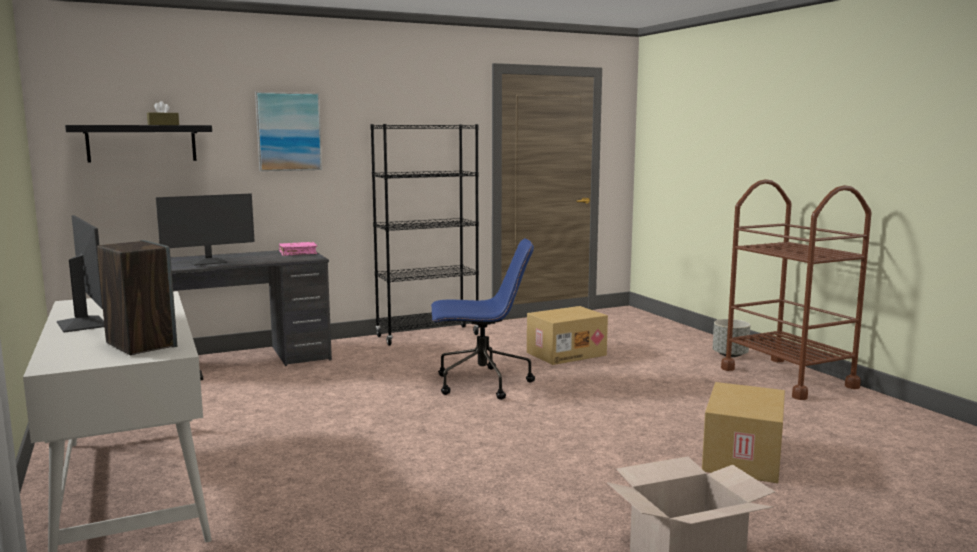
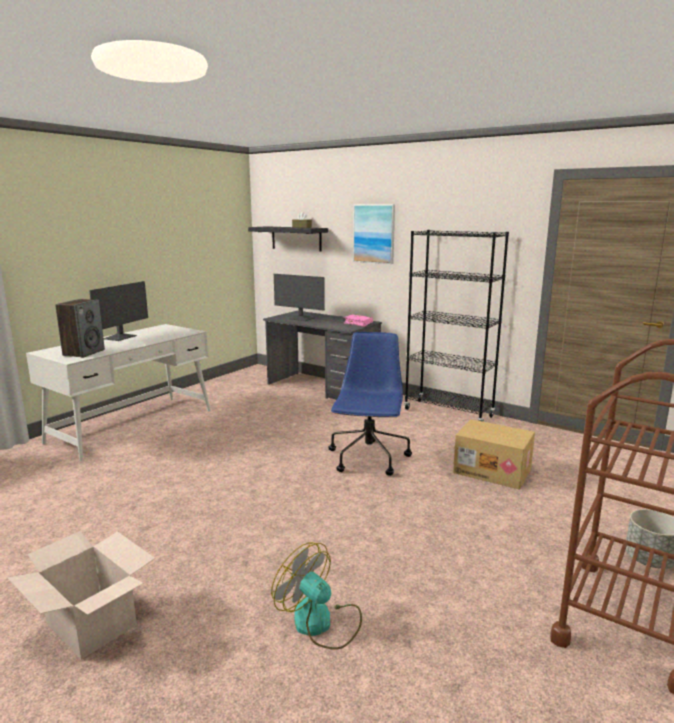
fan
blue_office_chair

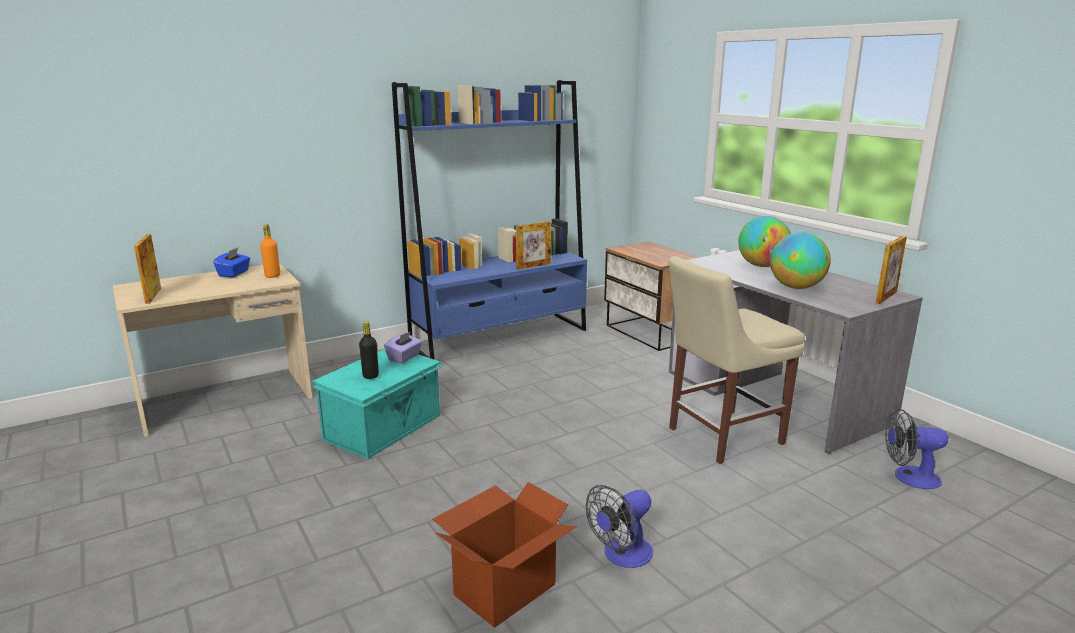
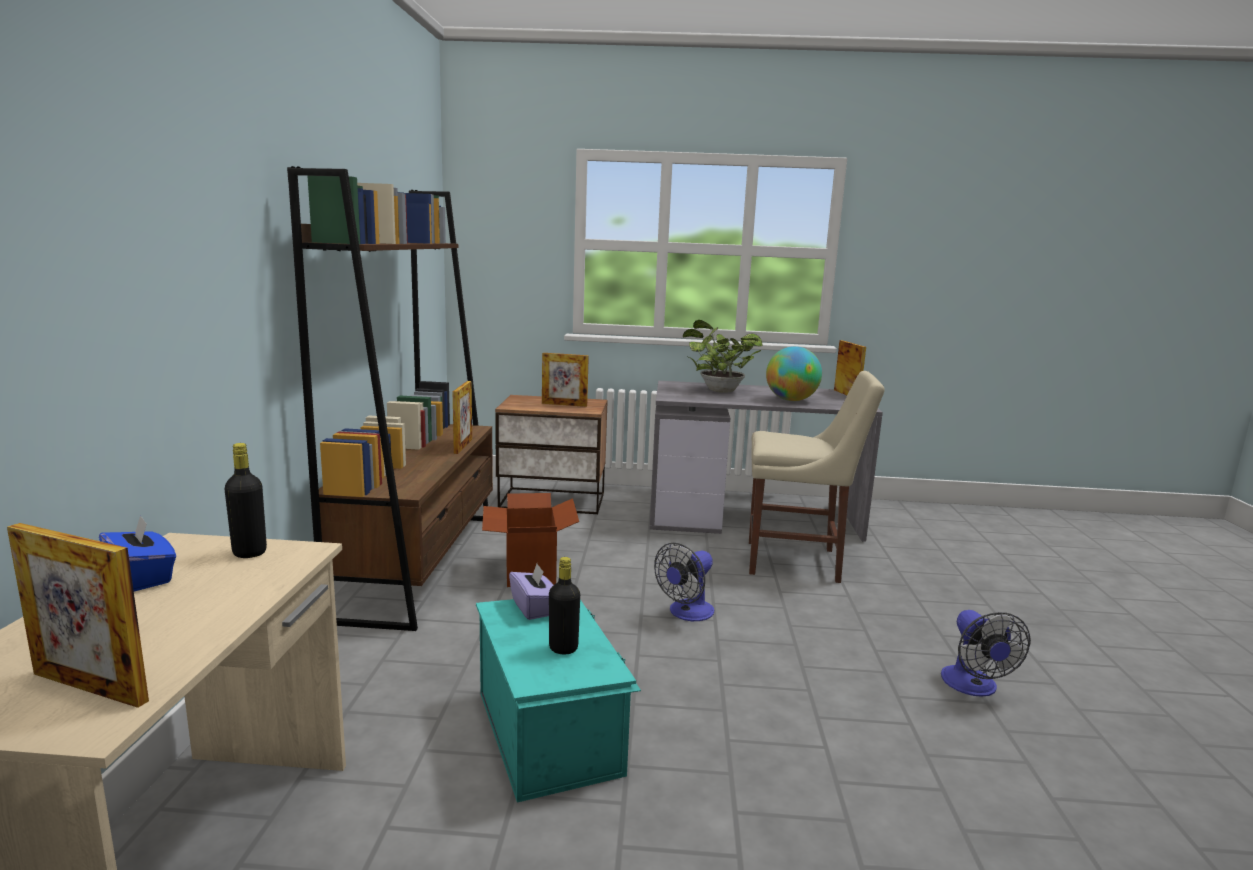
picture_frame (no. 3 from left)
cardboard_box
fan (no. 1 from left)
potted_plant
black_bottle (no. 1 from left)
brown_bookcase
beige_chair

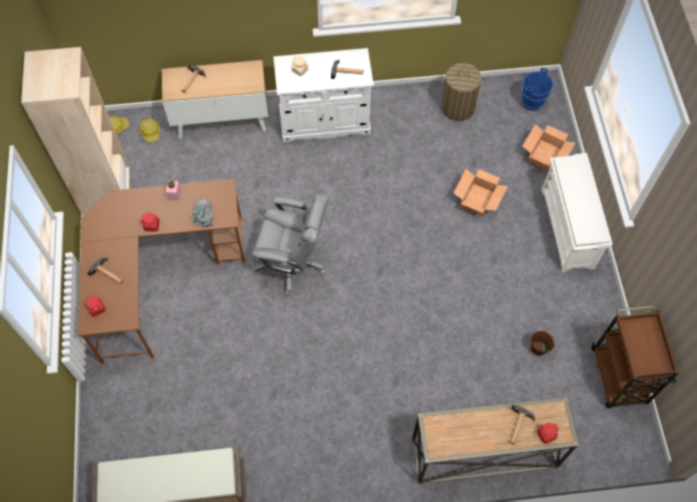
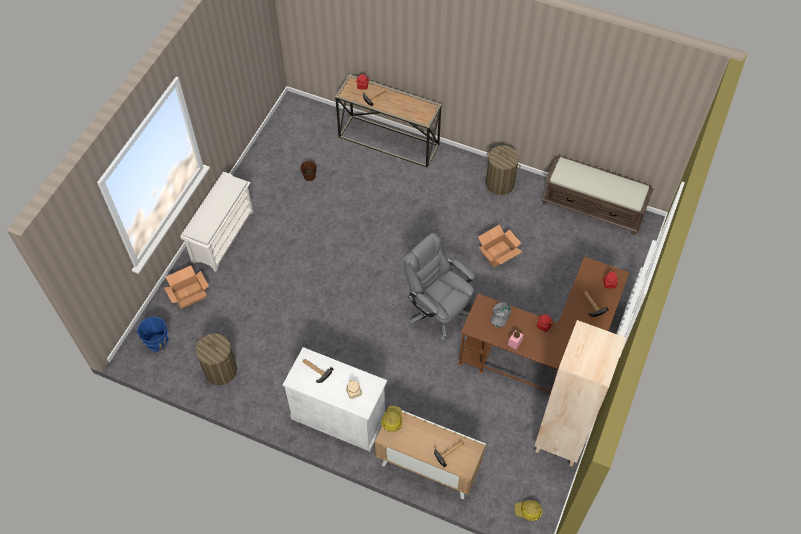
brown_cart
laundry_basket (no. 2 from left)
hard_hat (no. 1 from left)
cardboard_box (no. 2 from left)

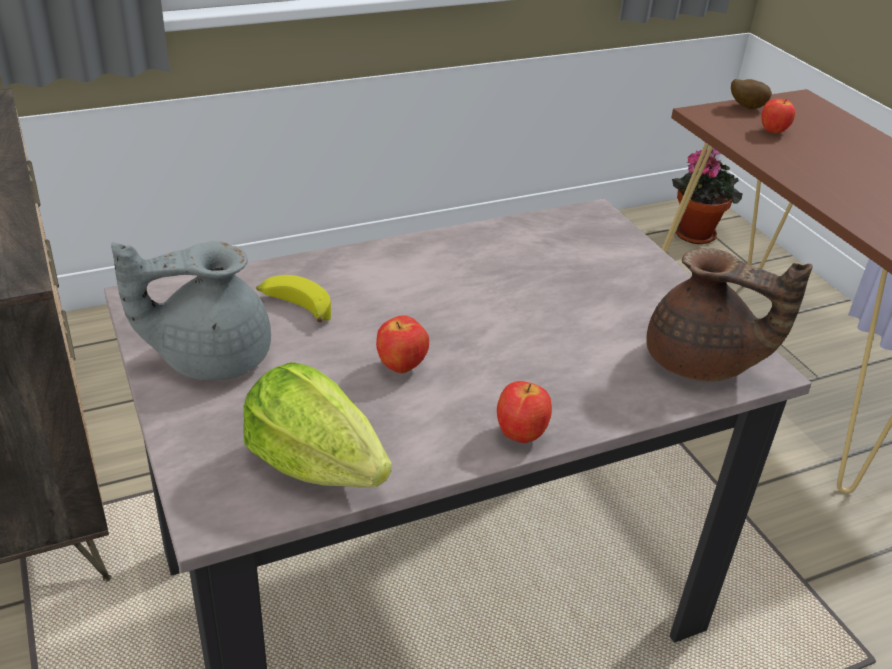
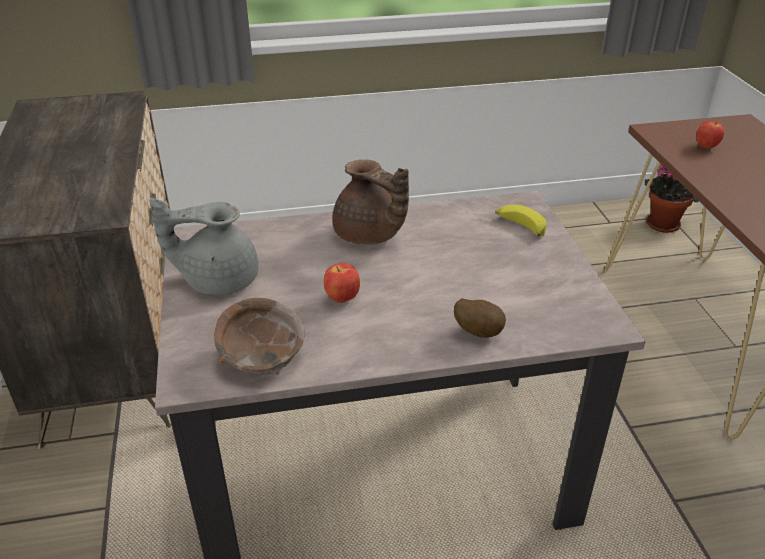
apple (no. 2 from left in the first image)
banana
brown_teapot
potato
brown_bowl

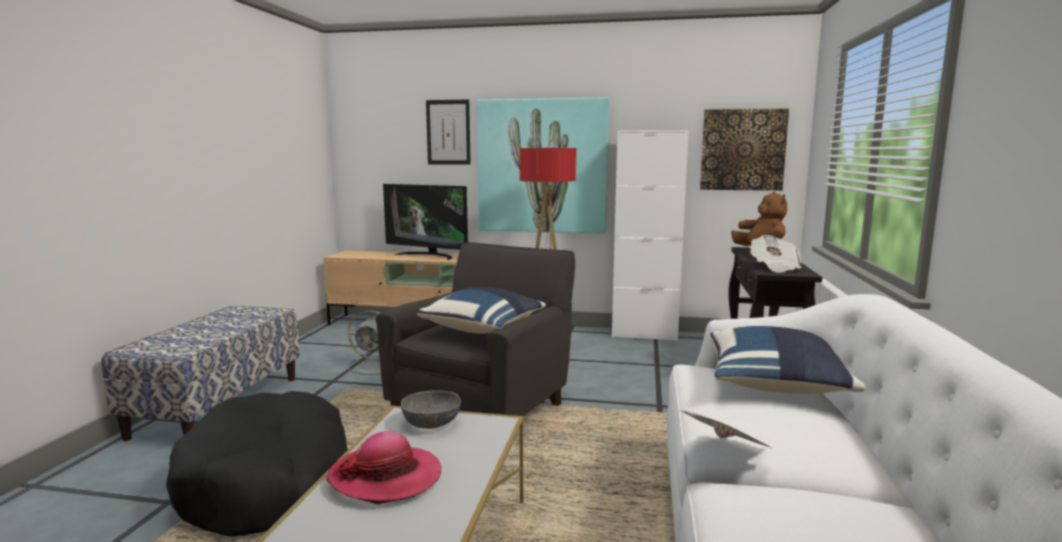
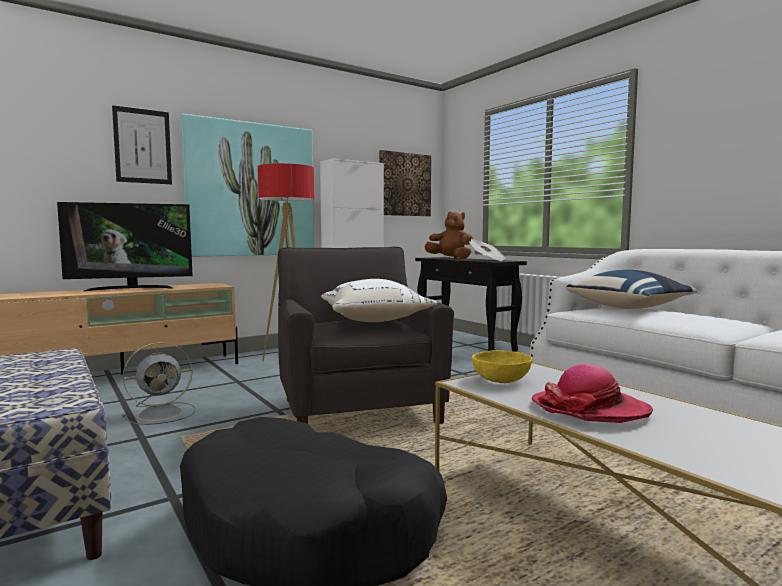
newspaper (no. 1 from left in the first image)
yellow_bowl
white_pillow

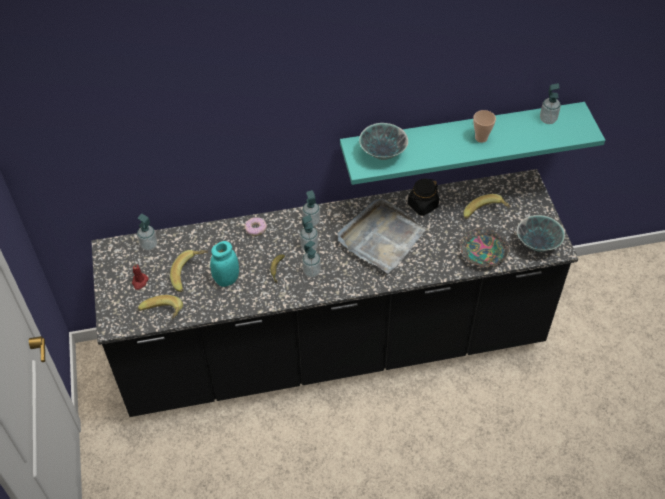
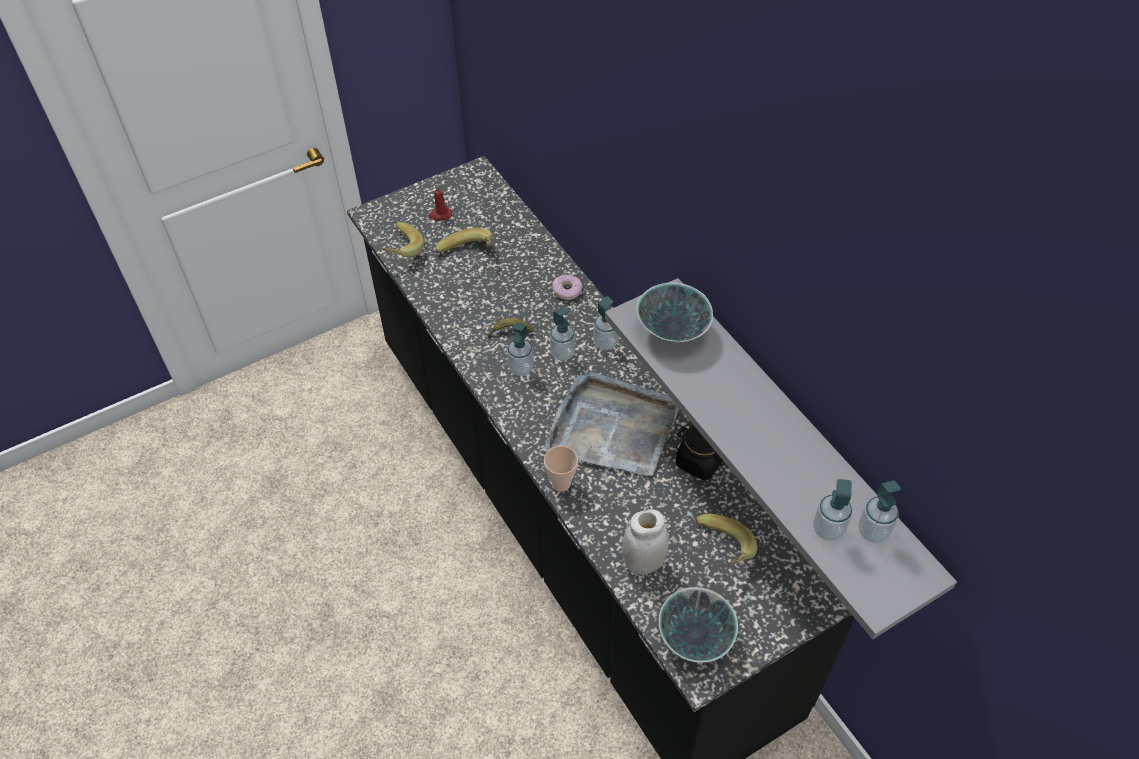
turquoise_jar
soap_dispenser (no. 4 from left)
cup
white_jar
grey_shelf

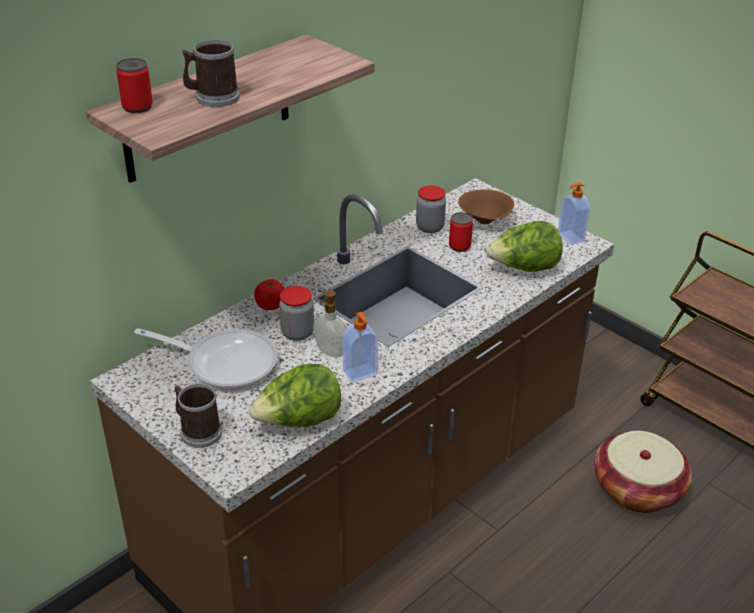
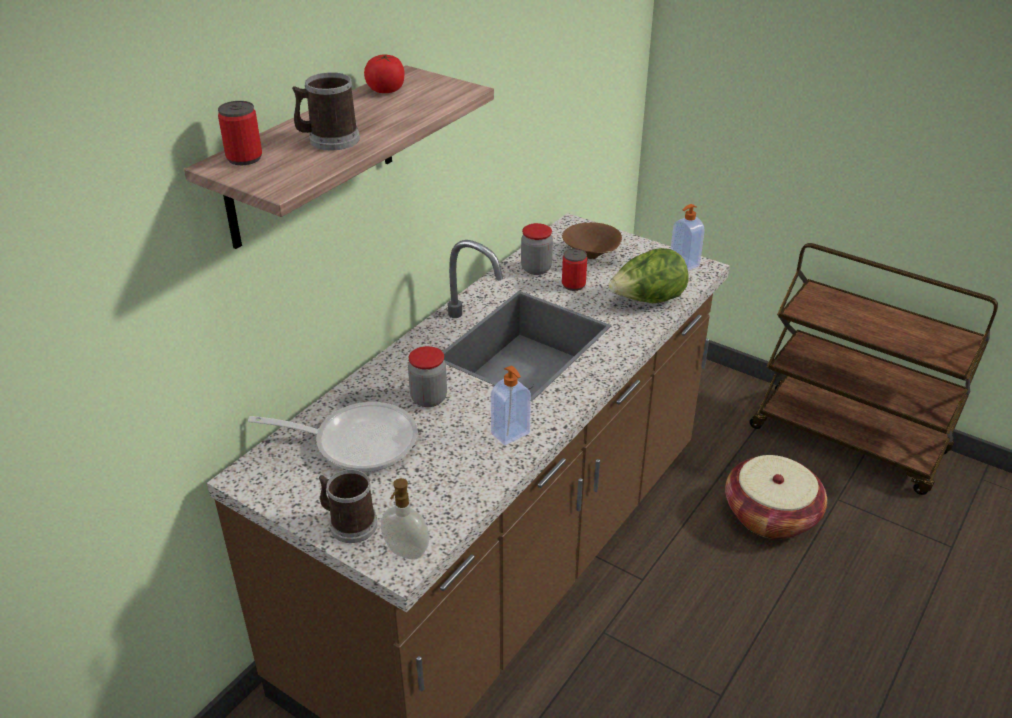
lettuce (no. 1 from left in the first image)
tomato
soap_dispenser (no. 1 from left)

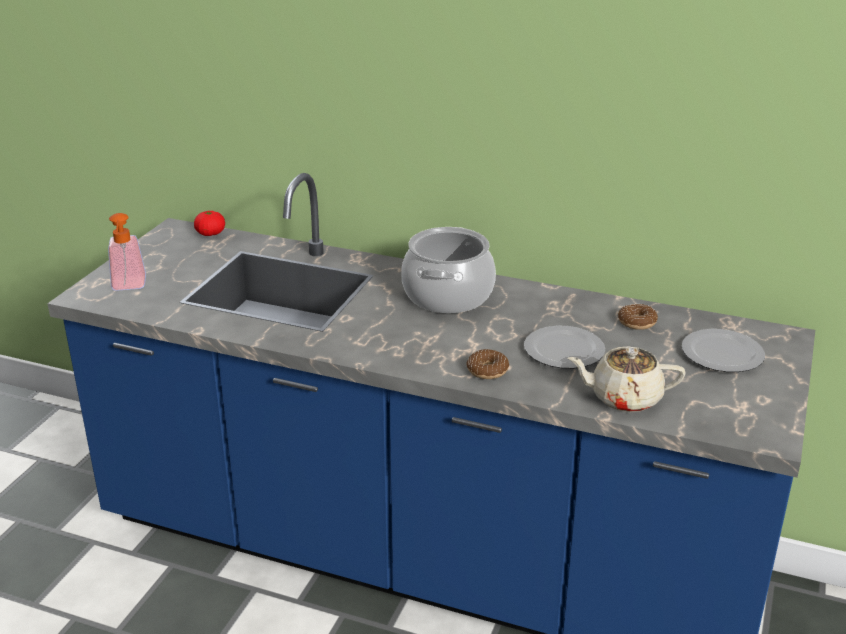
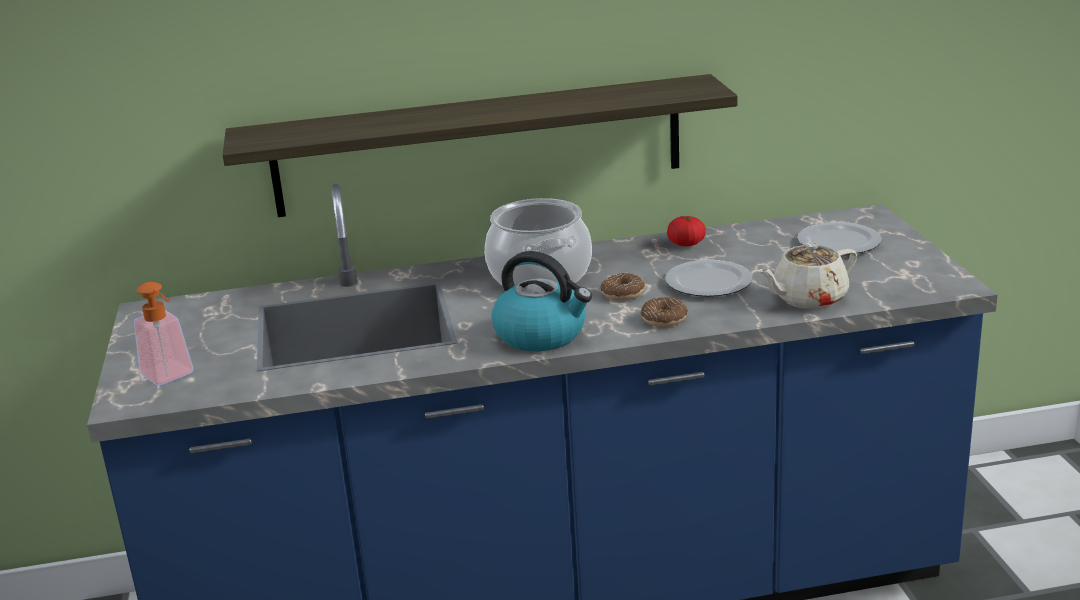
shelf
kettle
tomato
donut (no. 1 from left)

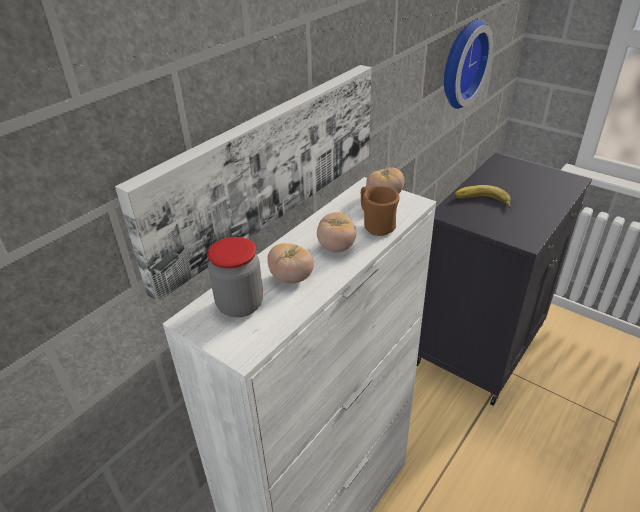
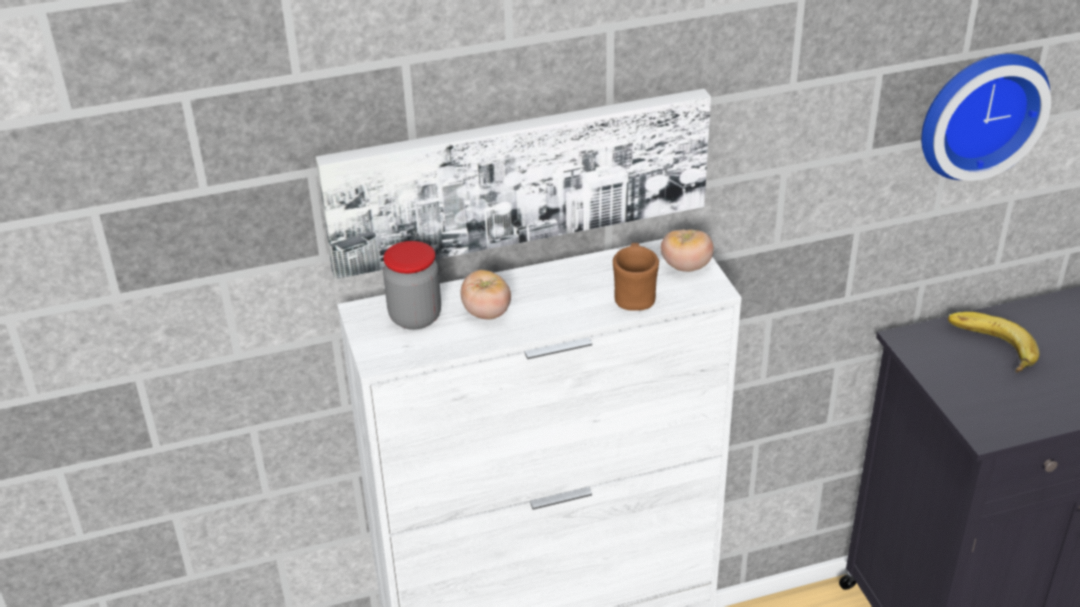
tomato (no. 2 from left in the first image)

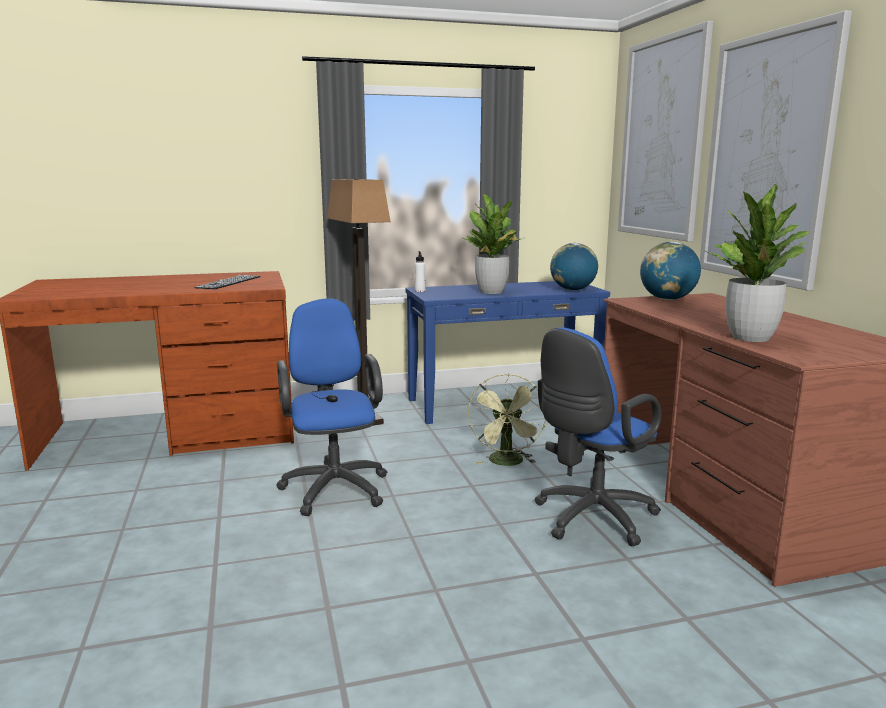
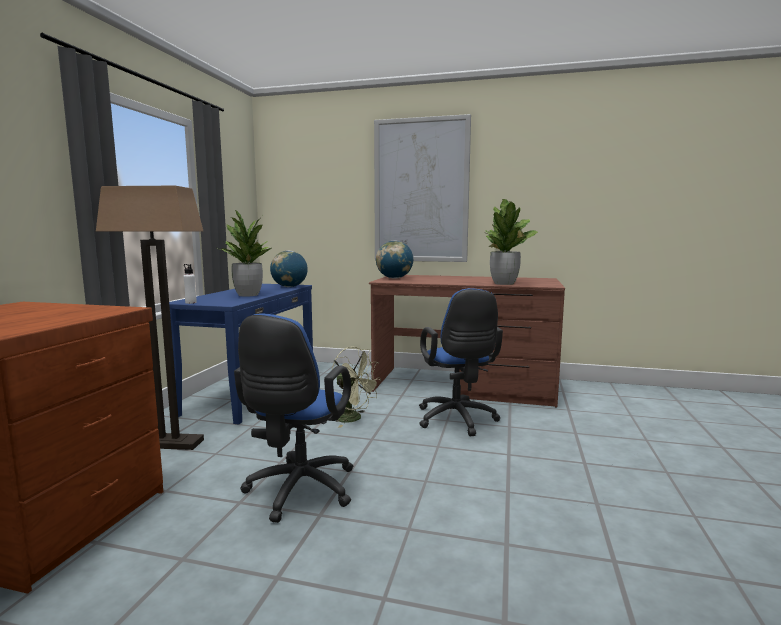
keyboard
picture (no. 1 from left in the first image)
blue_office_chair (no. 1 from left)

